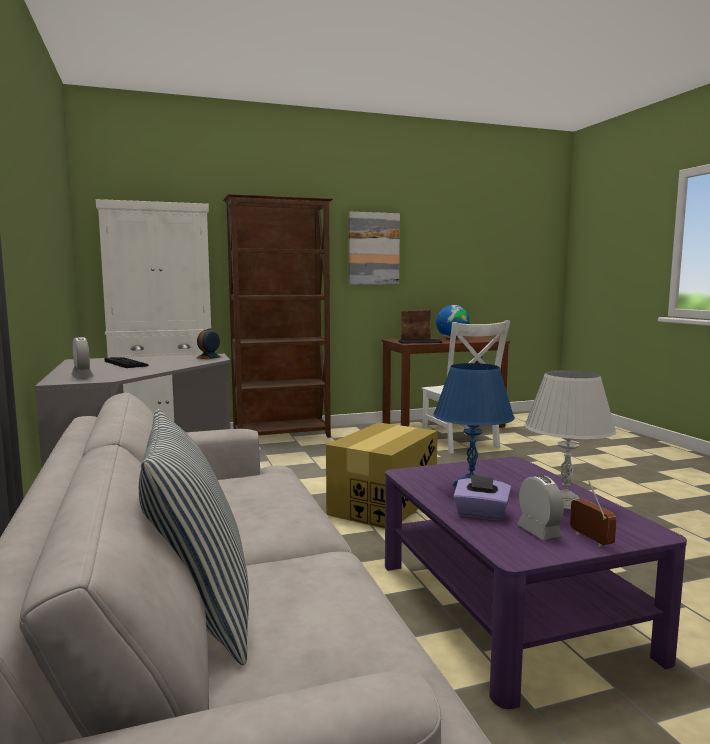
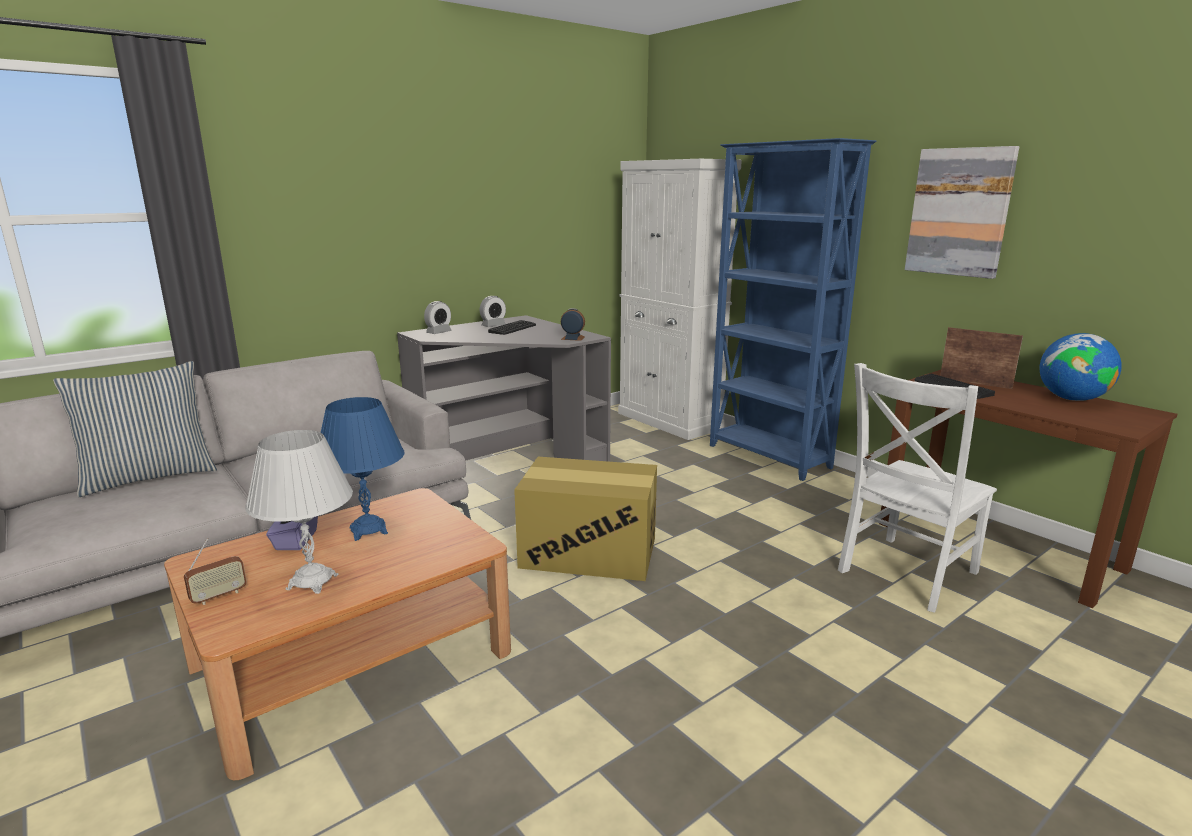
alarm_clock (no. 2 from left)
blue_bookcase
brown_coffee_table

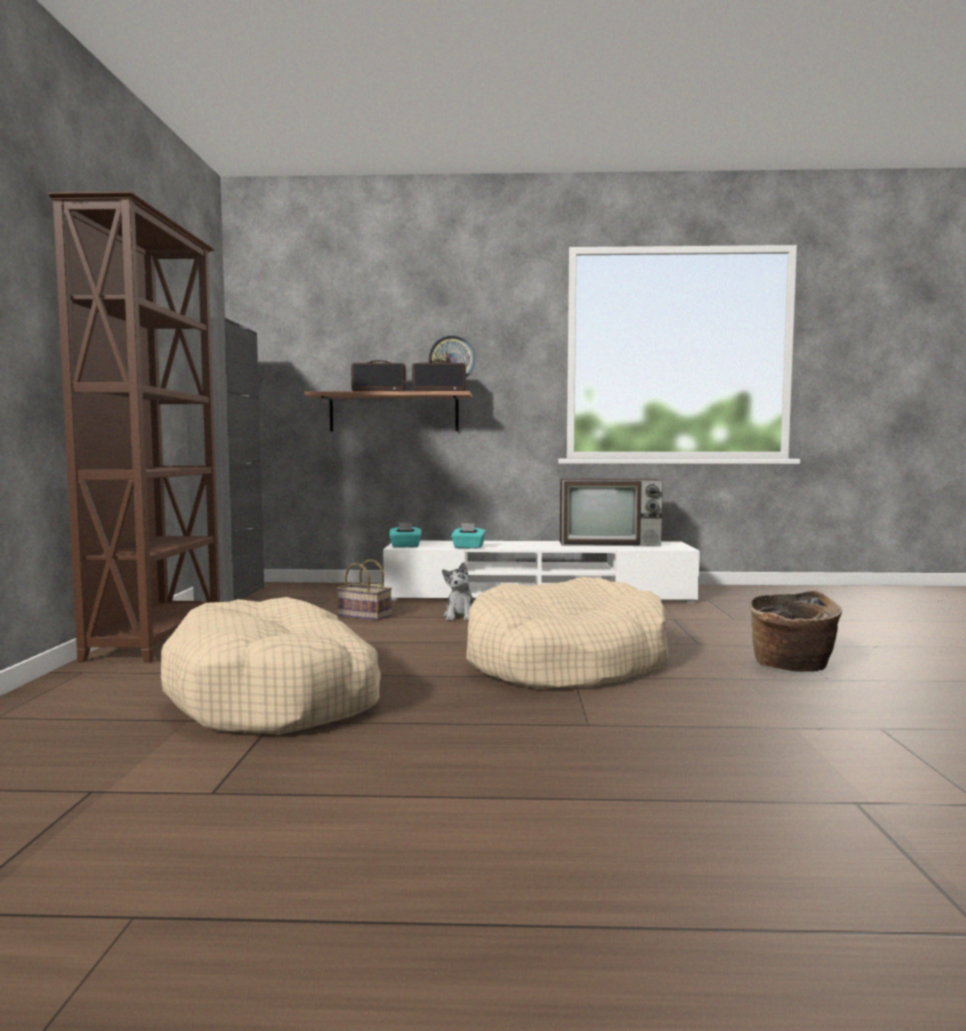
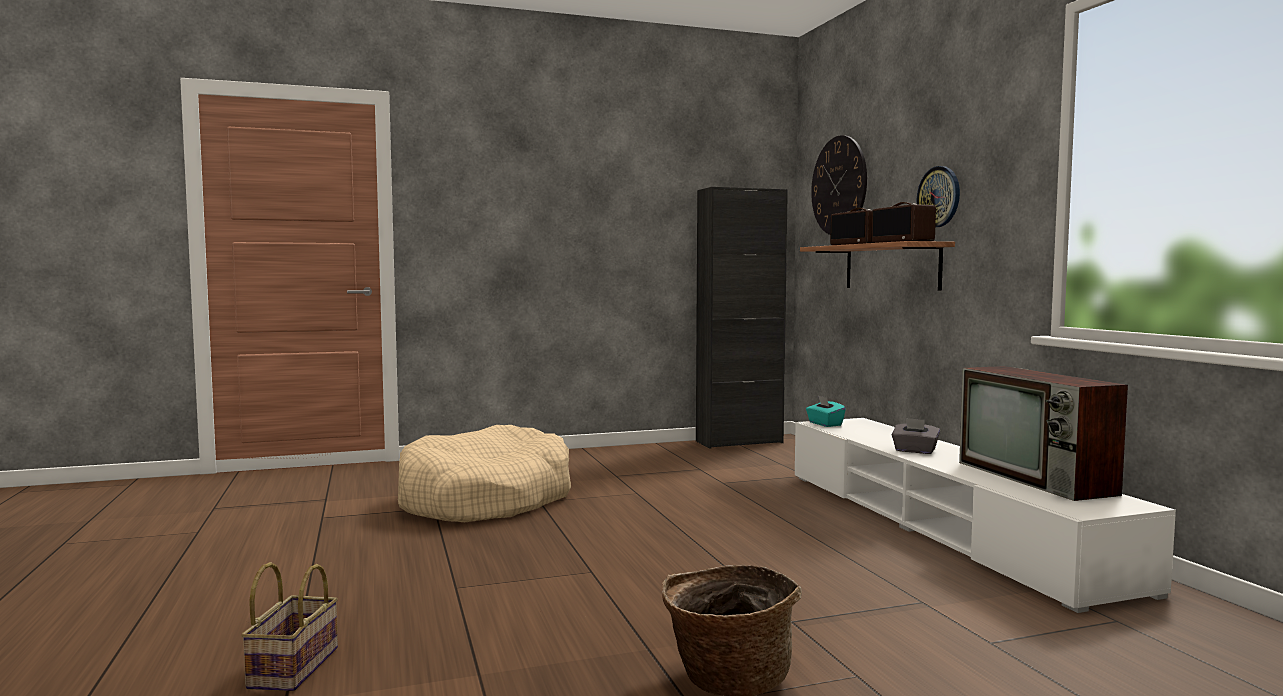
brown_bookcase
plush_toy
turquoise_tissue_box (no. 2 from left in the first image)
beige_dog_bed (no. 2 from left in the first image)
wall_clock (no. 1 from left)
grey_tissue_box
basket (no. 1 from left)

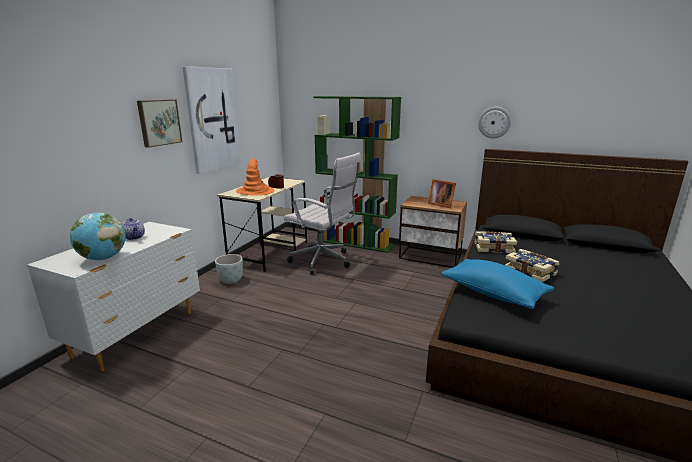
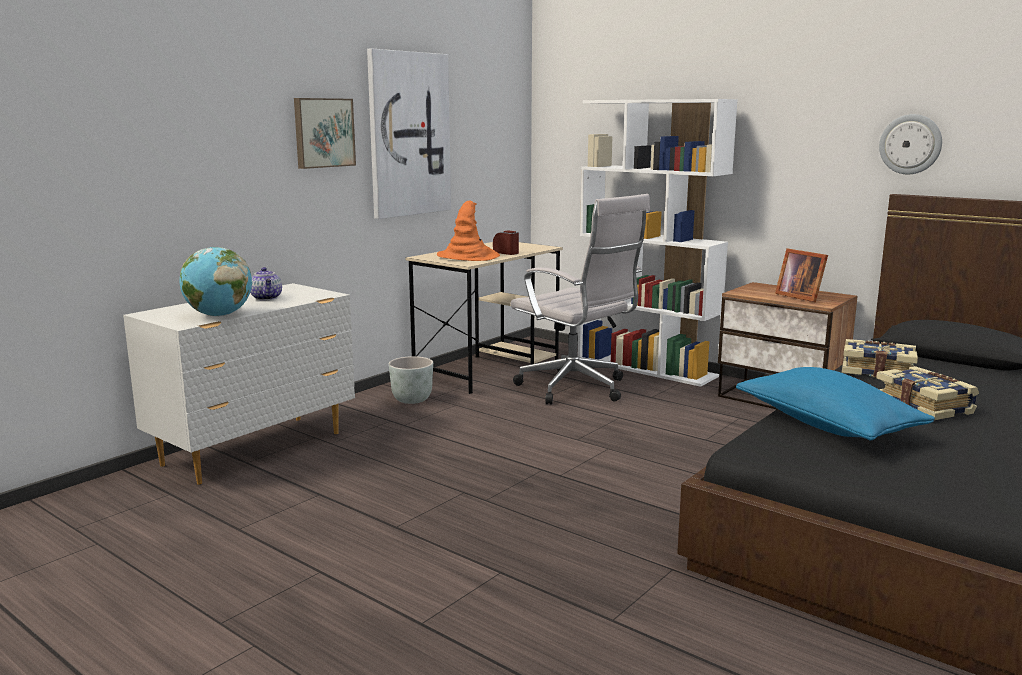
white_bookcase

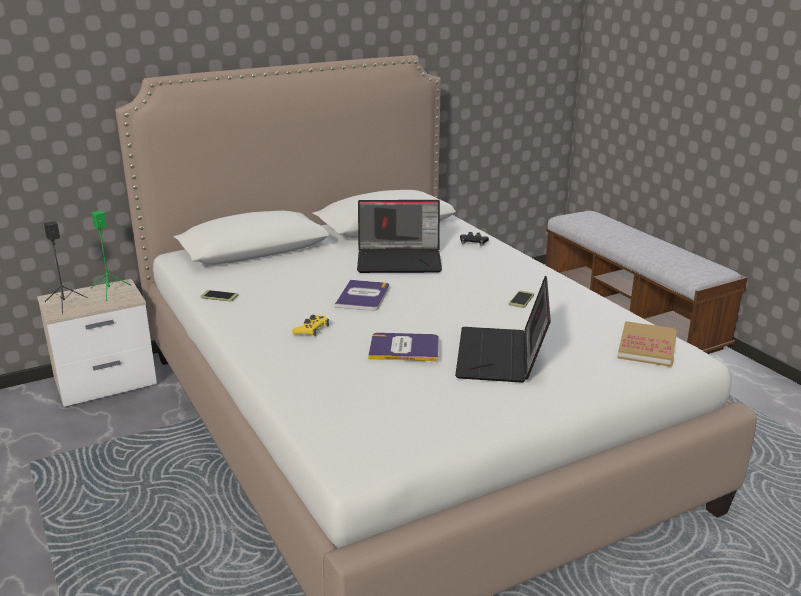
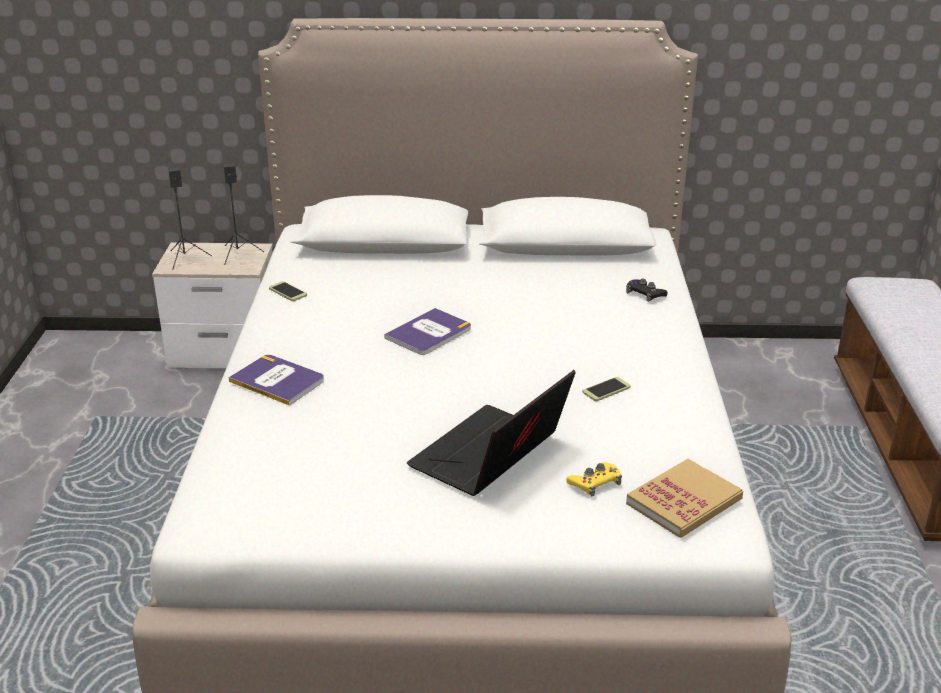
laptop (no. 1 from left in the first image)
yellow_game_controller
book (no. 1 from left)
black_speaker (no. 2 from left)

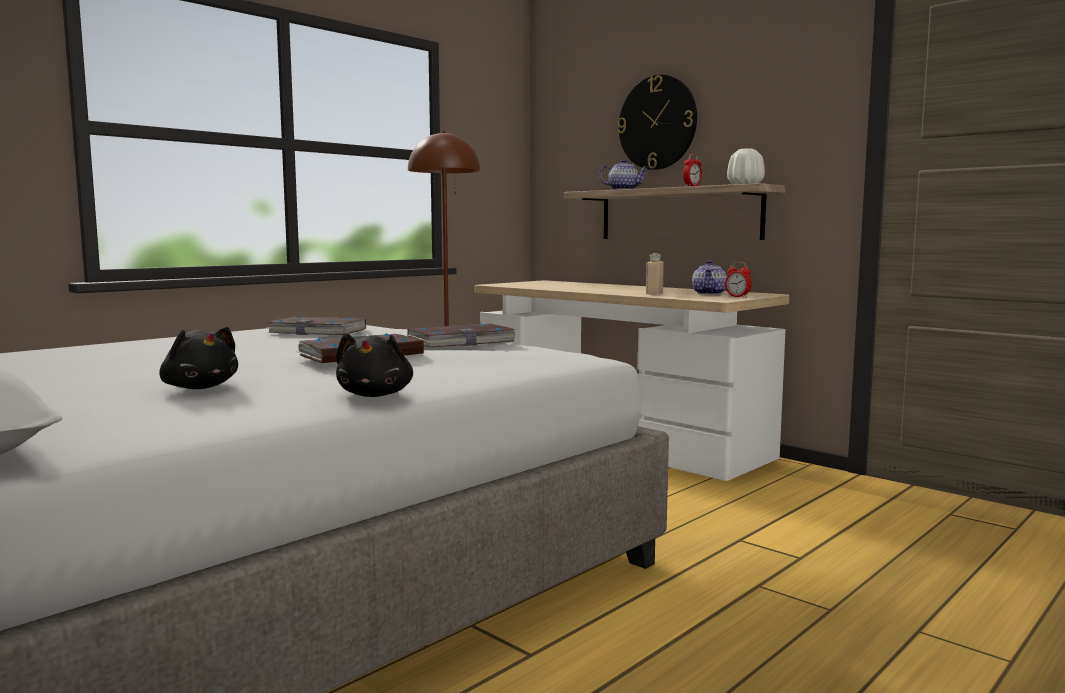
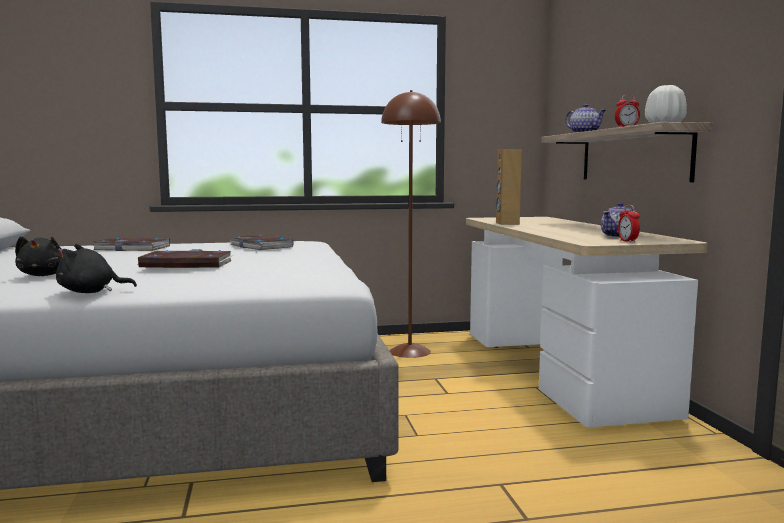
wall_clock
beige_bottle
brown_speaker
book (no. 1 from left)
black_plush_toy (no. 2 from left)

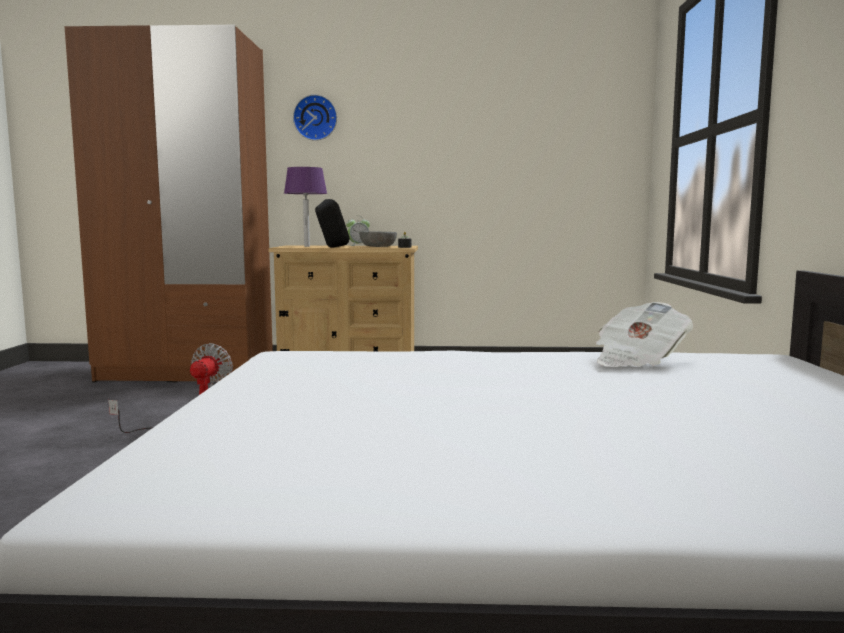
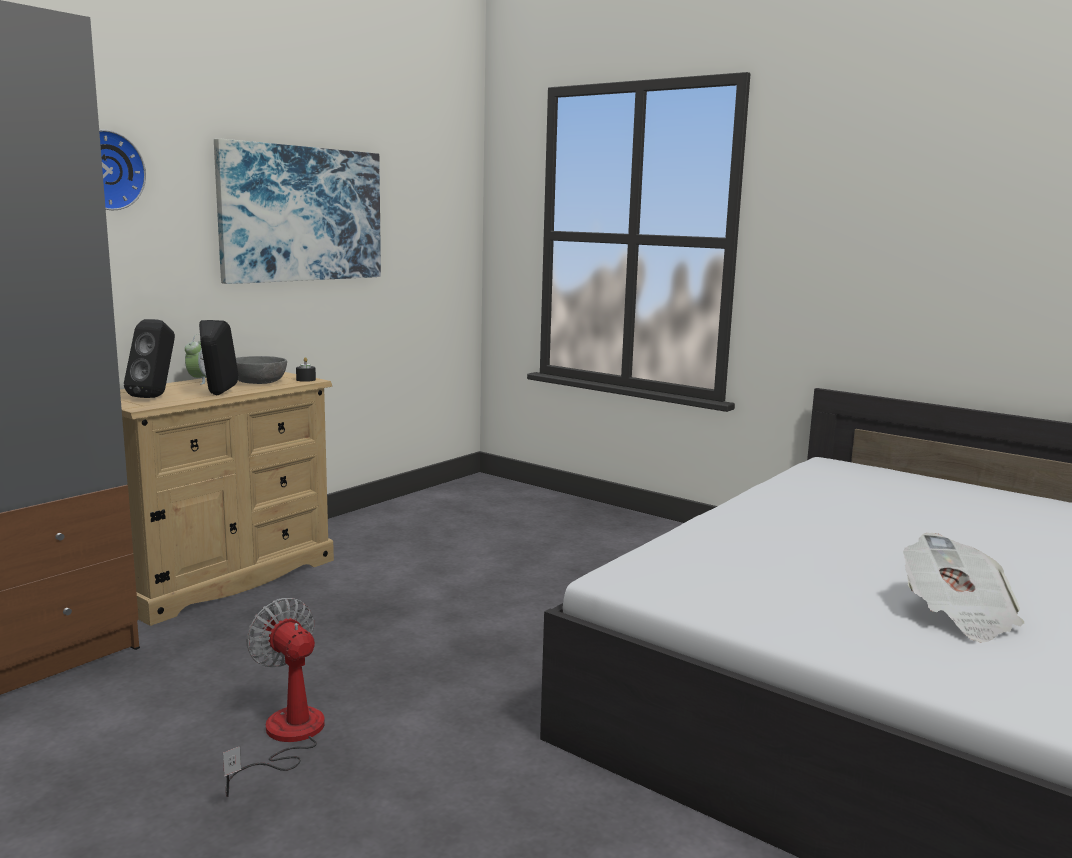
picture
newspaper
black_speaker (no. 1 from left)

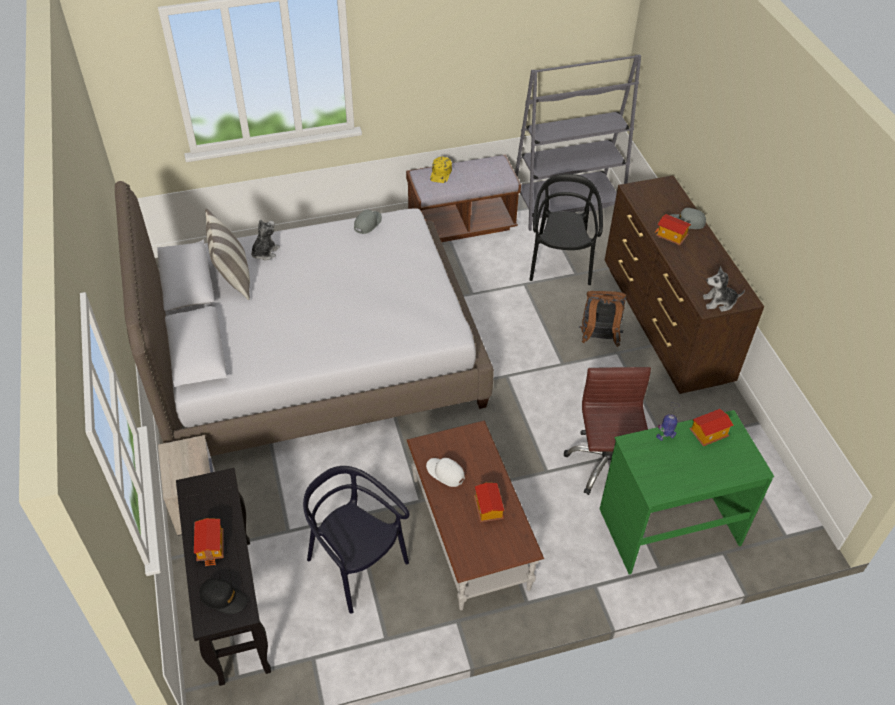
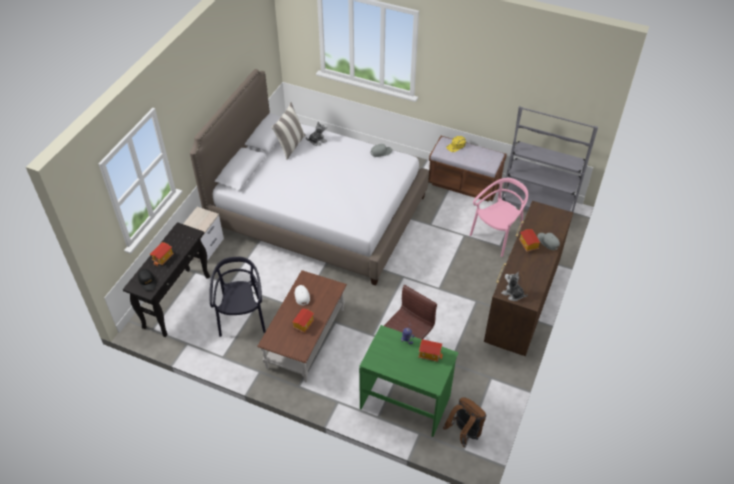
brown_backpack
pink_chair

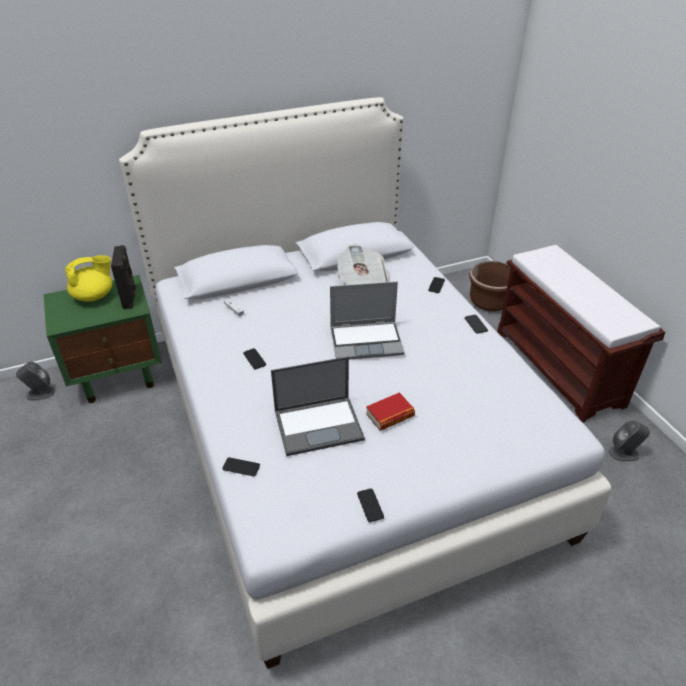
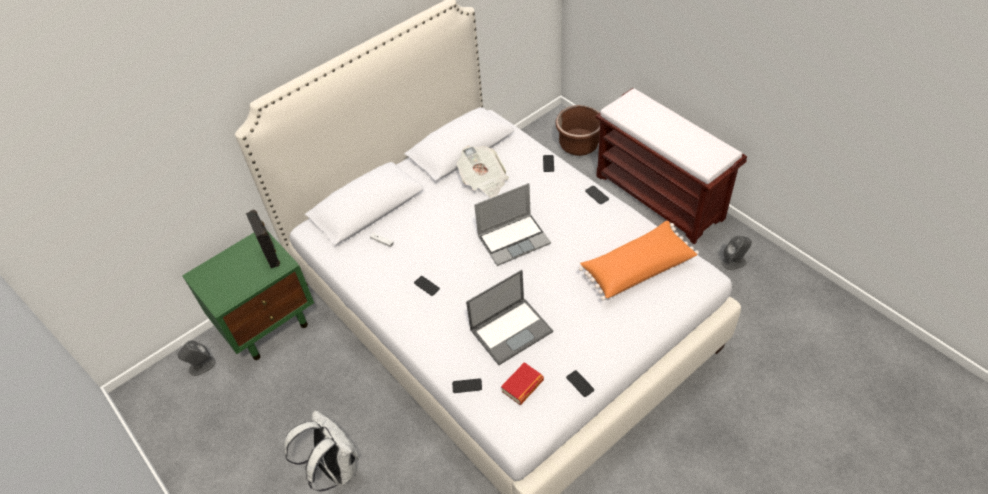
yellow_teapot
white_backpack
orange_pillow
book

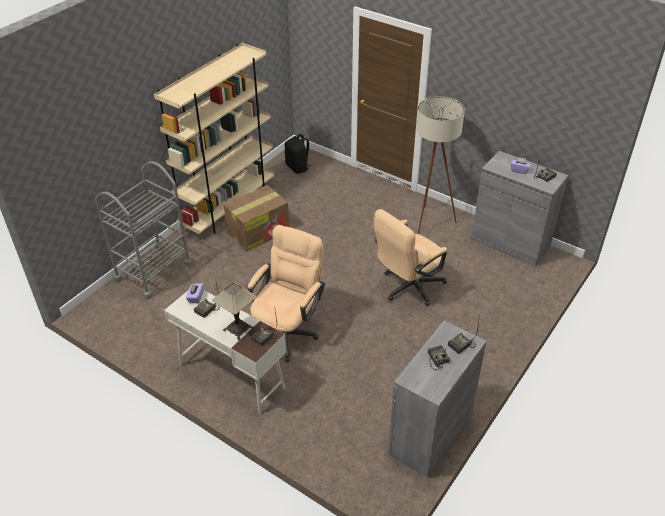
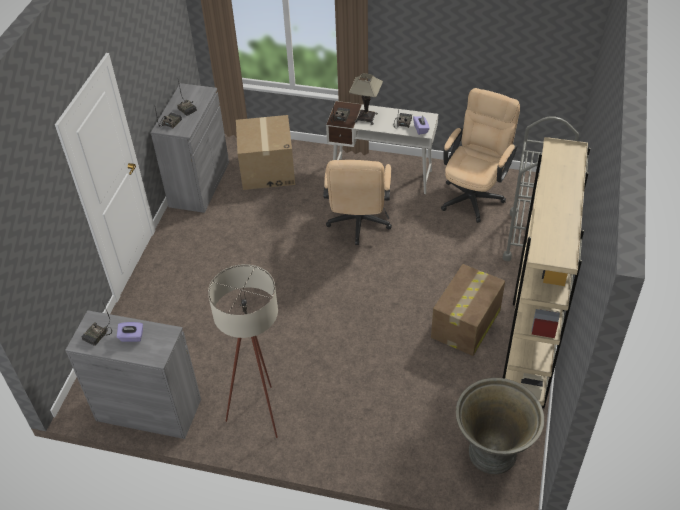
cardboard_box (no. 1 from left)
beige_office_chair (no. 2 from left)
grey_planter

